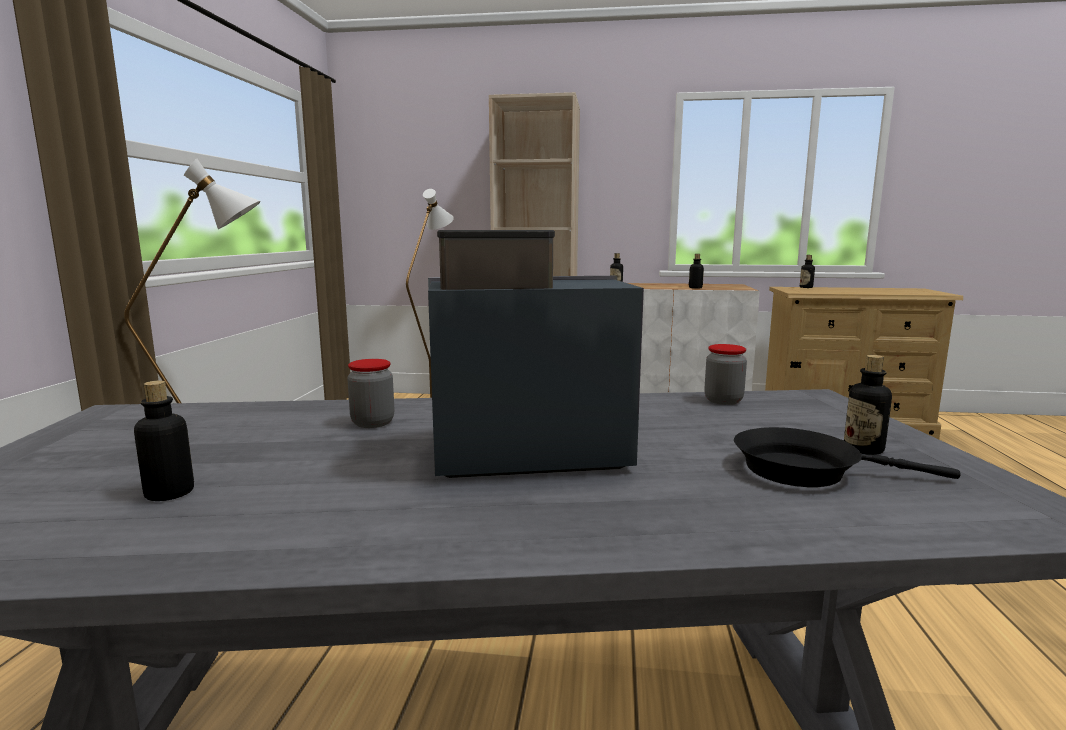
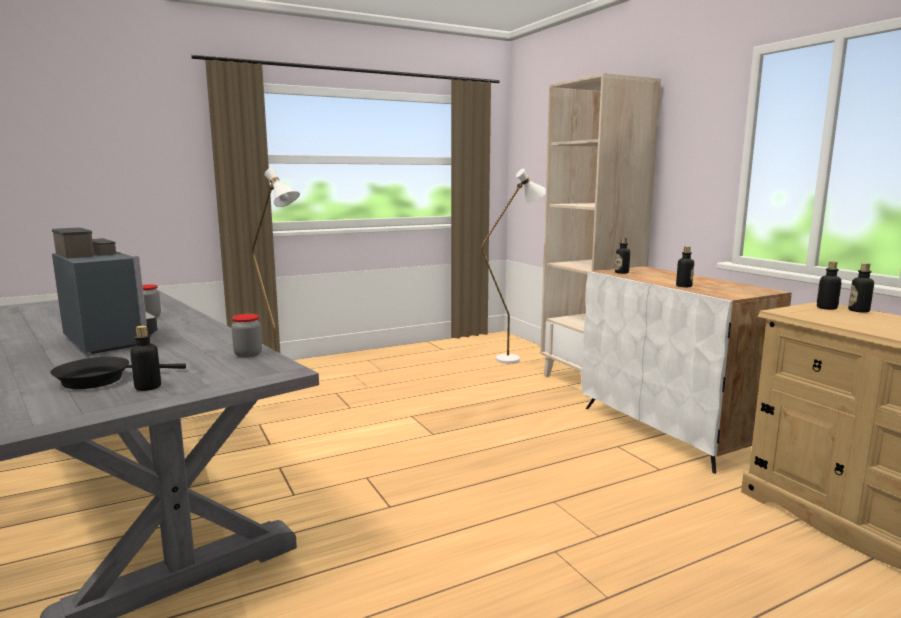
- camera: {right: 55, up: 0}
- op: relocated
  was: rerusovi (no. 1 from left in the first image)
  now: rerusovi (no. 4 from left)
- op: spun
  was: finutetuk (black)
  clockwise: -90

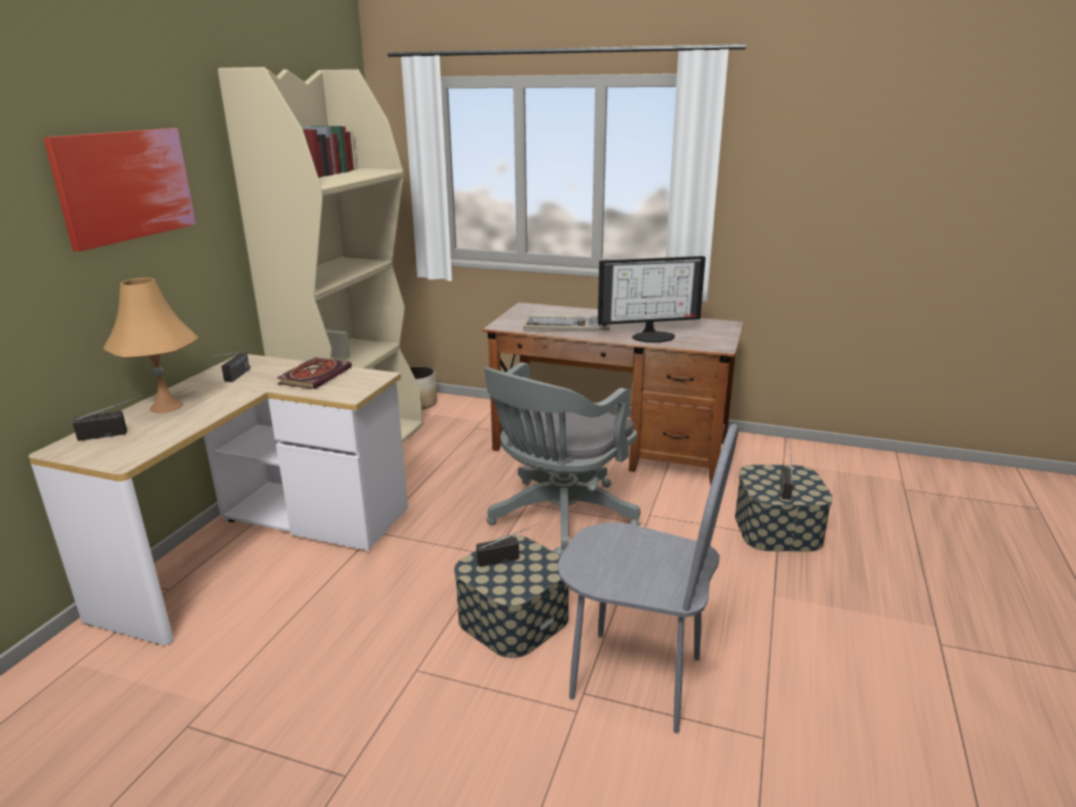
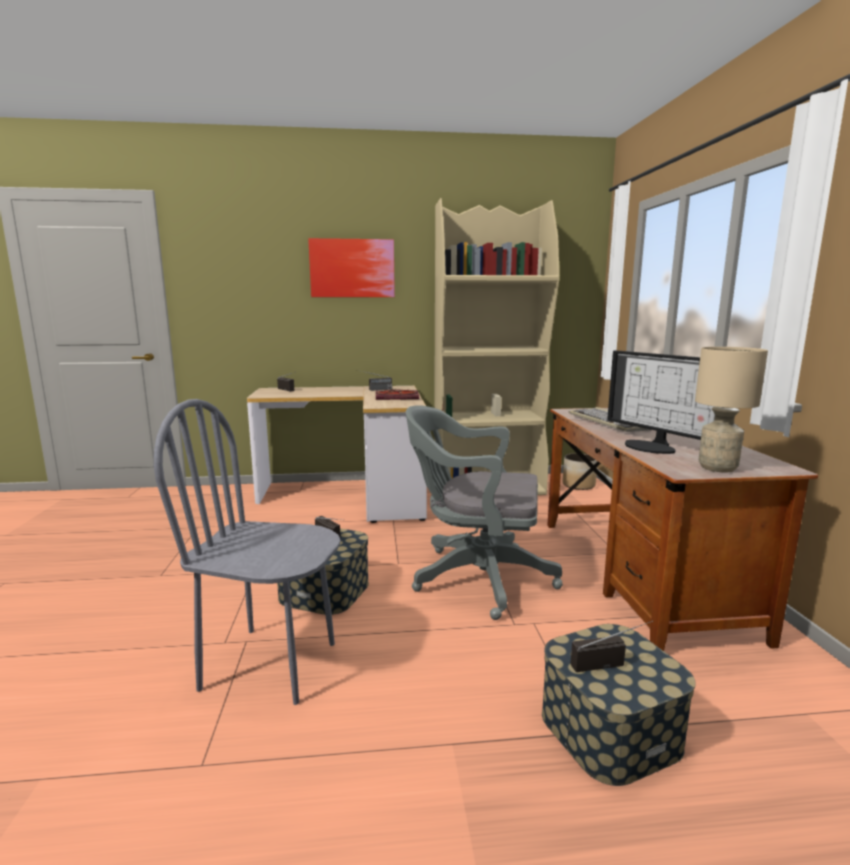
- camera: {right: 65, up: -10}
- op: missing
  was: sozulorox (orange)
- op: spun
  was: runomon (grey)
  clockwise: 105
- op: appeared
  now: sozulorox (beige)

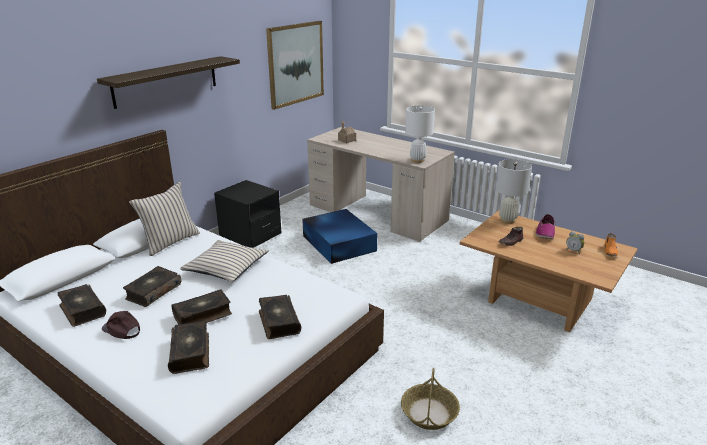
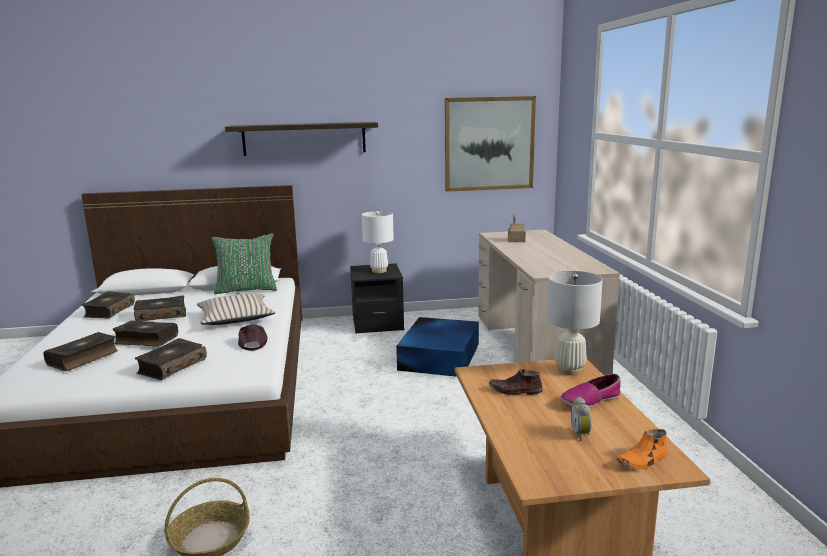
- camera: {right: 45, up: -10}
- op: relocated
  was: sozulorox (white) (no. 1 from left)
- op: colour
  was: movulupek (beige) (no. 1 from left)
  now: movulupek (green)
- op: relocated
  was: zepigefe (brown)

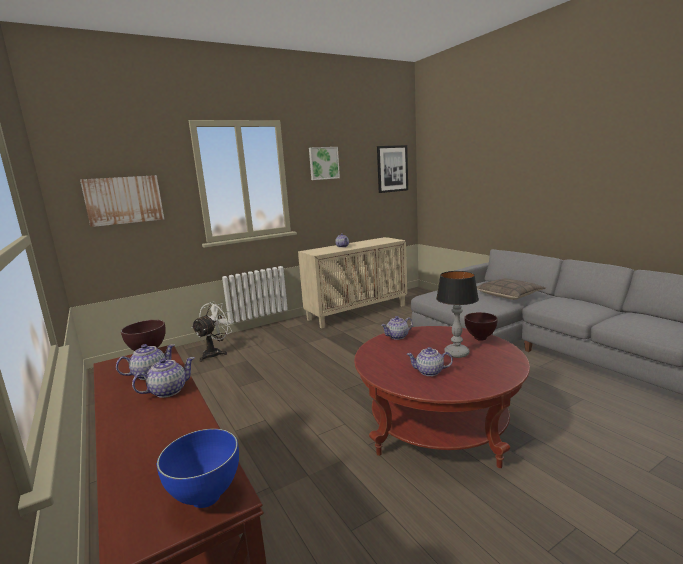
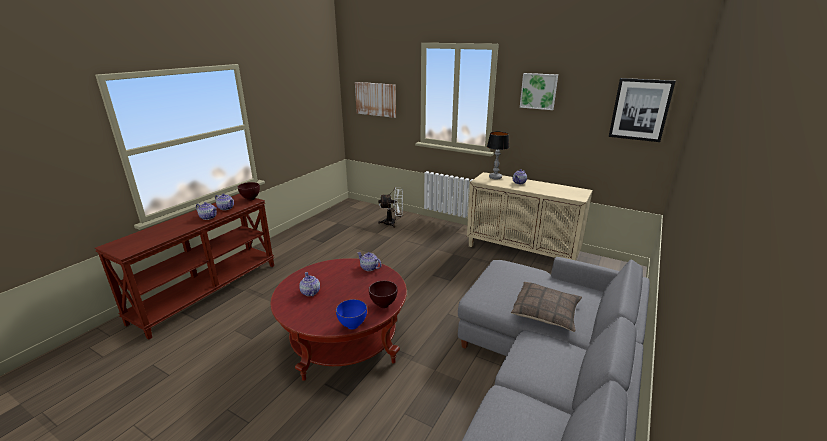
- camera: {right: 60, up: 10}
- op: relocated
  was: sozulorox
- op: relocated
  was: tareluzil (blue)

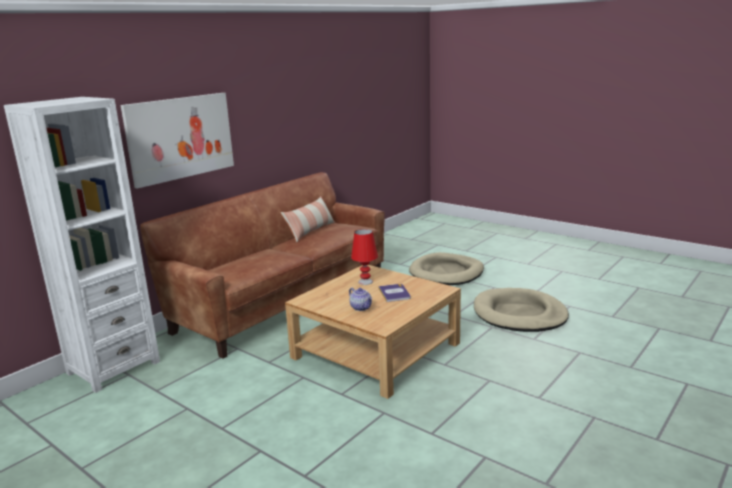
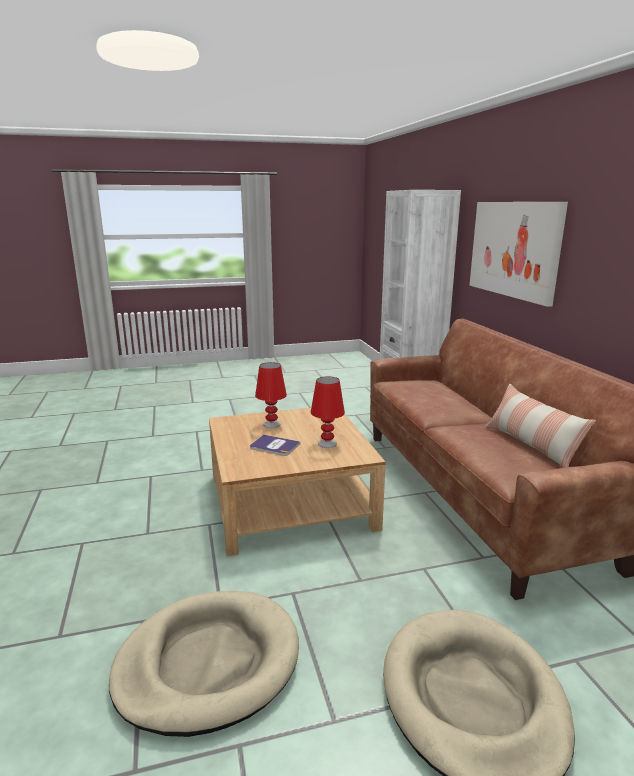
- camera: {right: 125, up: 0}
- op: exchanged
  was: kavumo
  now: sozulorox (red) (no. 1 from left)

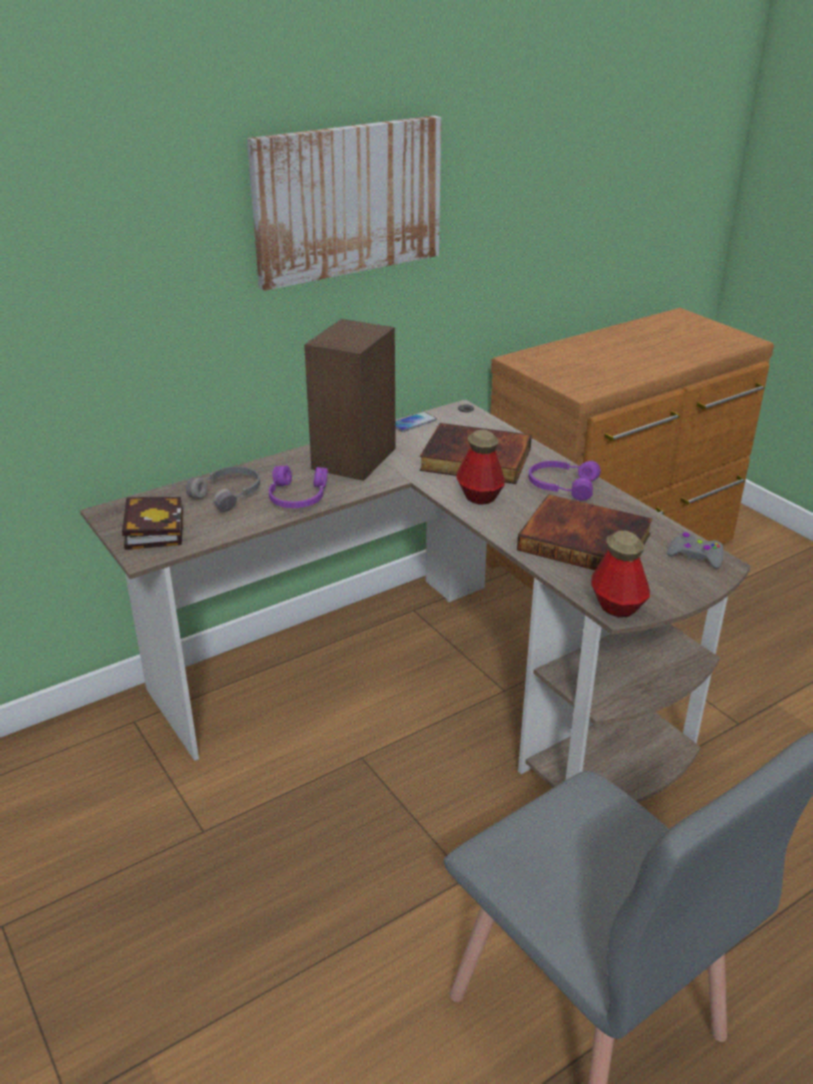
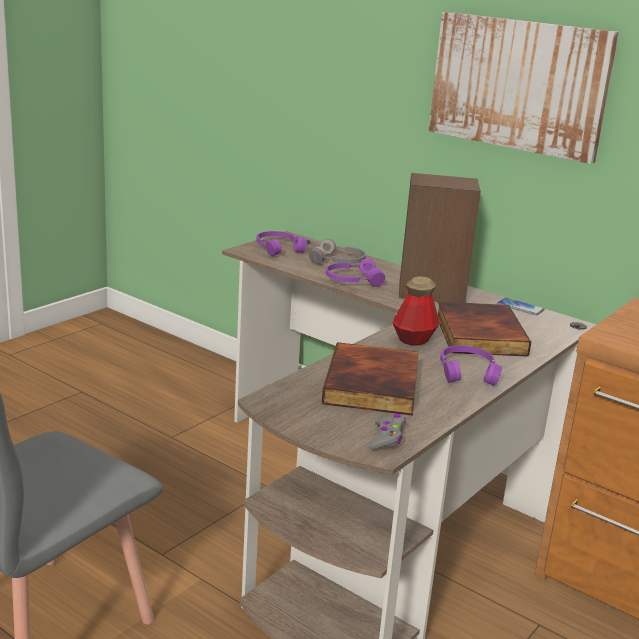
- camera: {right: 70, up: -10}
- op: exchanged
  was: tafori (no. 1 from left)
  now: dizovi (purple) (no. 1 from left)
- op: missing
  was: rerusovi (no. 2 from left)

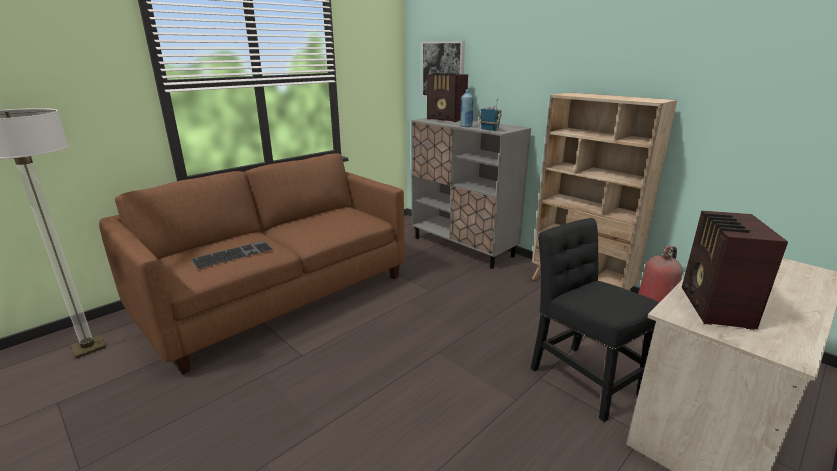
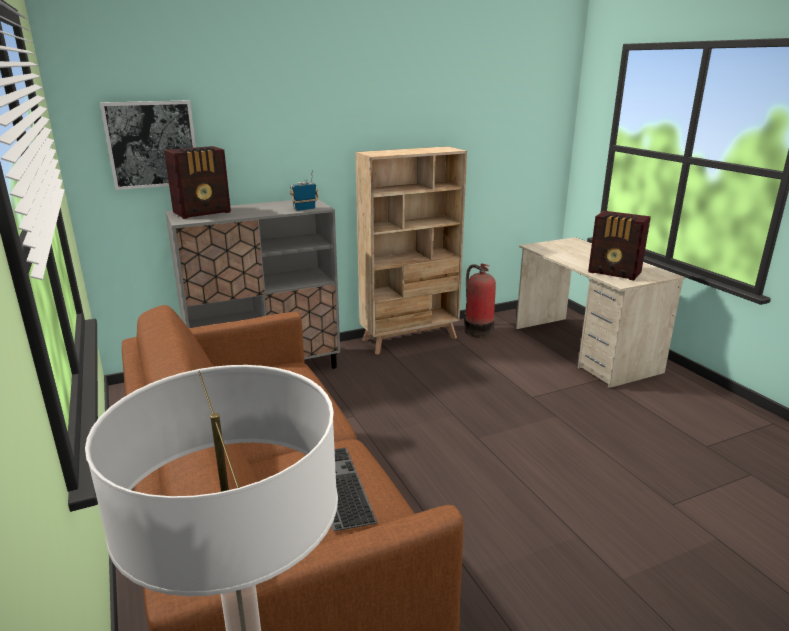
- camera: {right: -70, up: 0}
- op: missing
  was: rerusovi (blue)
- op: missing
  was: runomon (black)

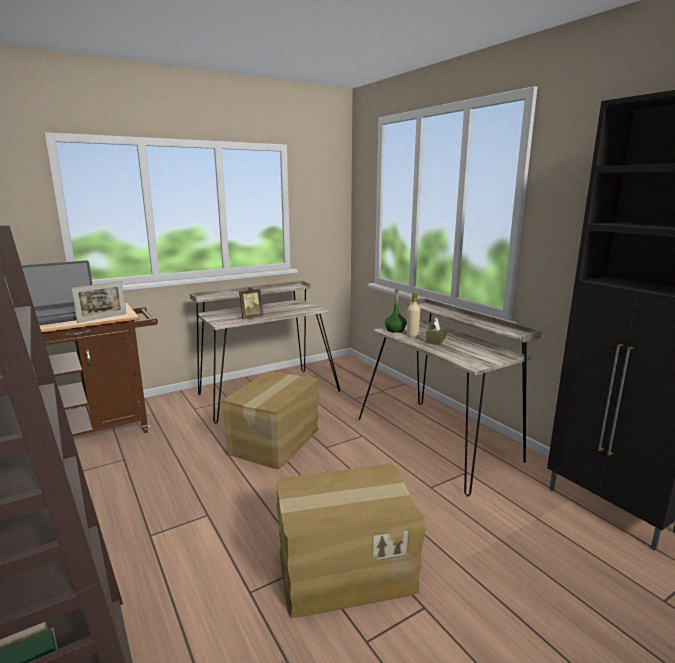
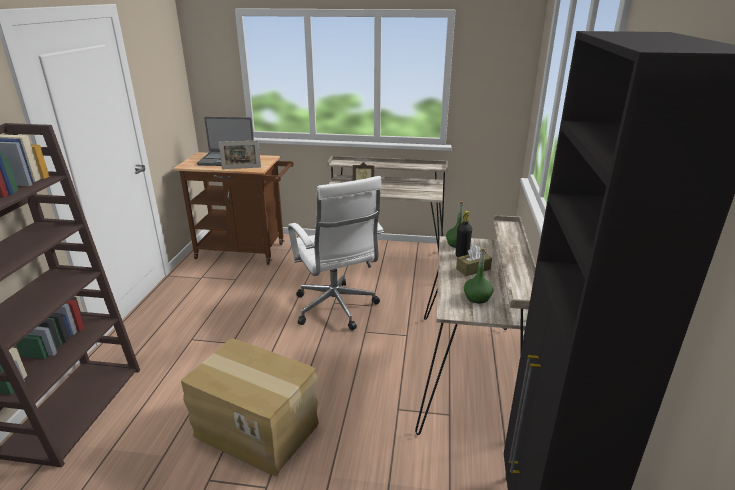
- camera: {right: 40, up: 10}
- op: colour
  was: rerusovi (beige)
  now: rerusovi (black)
- op: exchanged
  was: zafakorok (no. 1 from left)
  now: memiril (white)
- op: appeared
  now: rerusovi (green) (no. 2 from left)

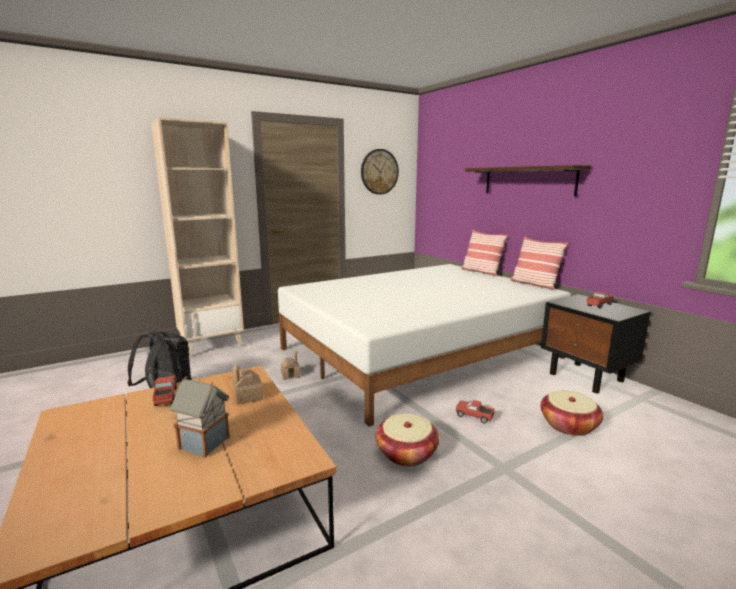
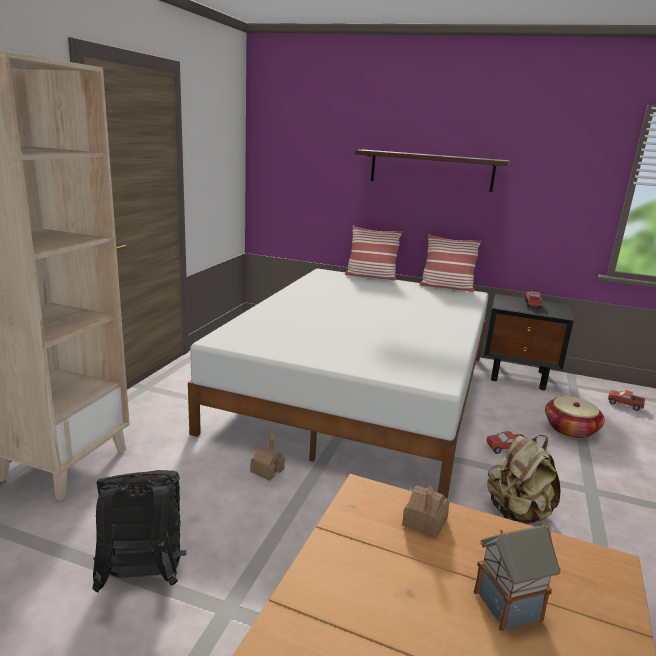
- camera: {right: -40, up: 5}
- op: missing
  was: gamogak
- op: relocated
  was: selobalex (no. 1 from left in the first image)
  now: selobalex (no. 3 from left)
- op: exchanged
  was: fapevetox (no. 1 from left)
  now: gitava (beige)

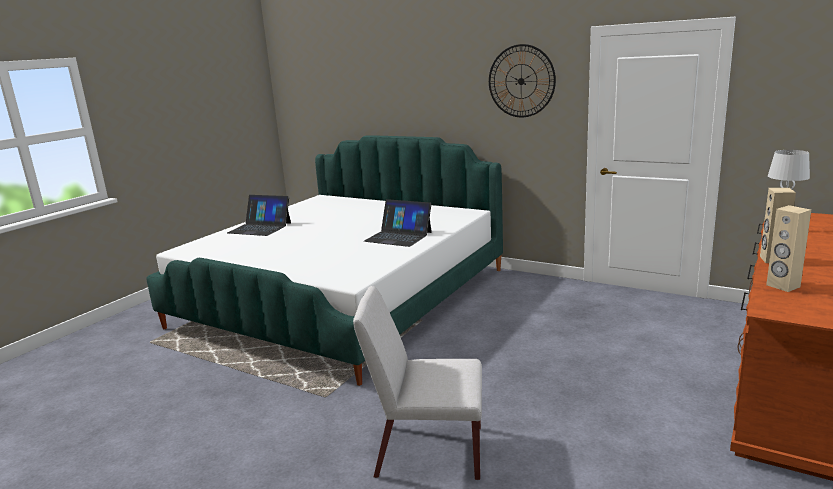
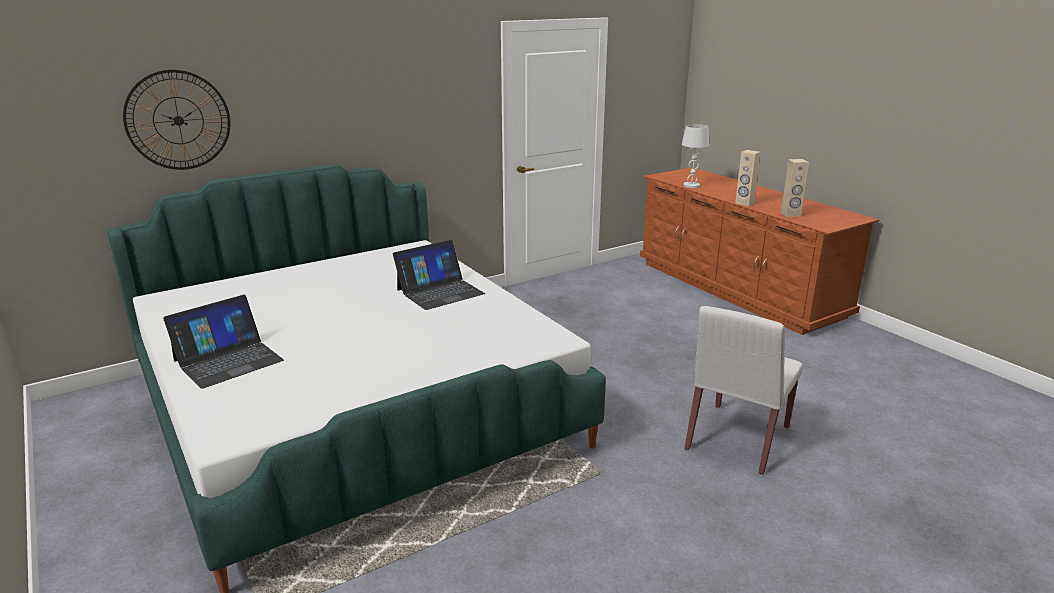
- camera: {right: -65, up: 5}
- op: relocated
  was: gamogak

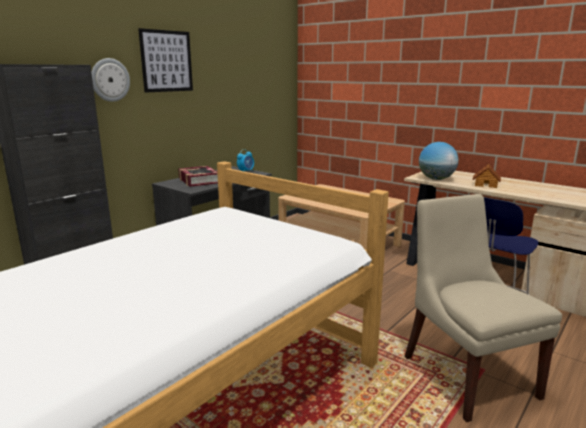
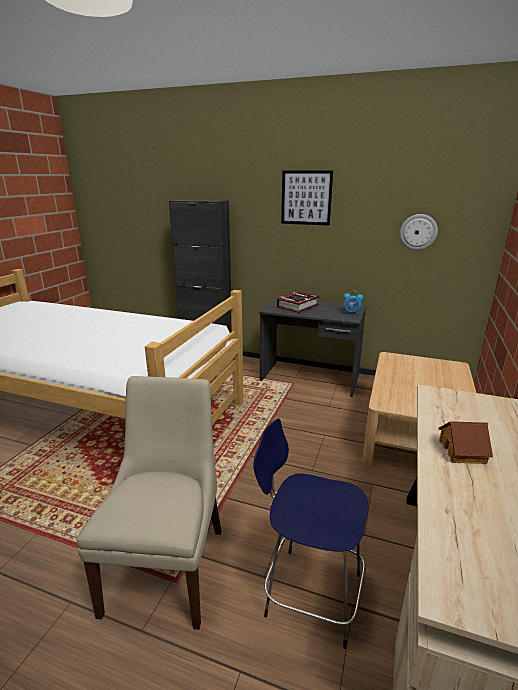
- camera: {right: 70, up: 5}
- op: relocated
  was: gamogak
- op: missing
  was: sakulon
- op: spun
  was: runomon (beige)
  clockwise: -45

